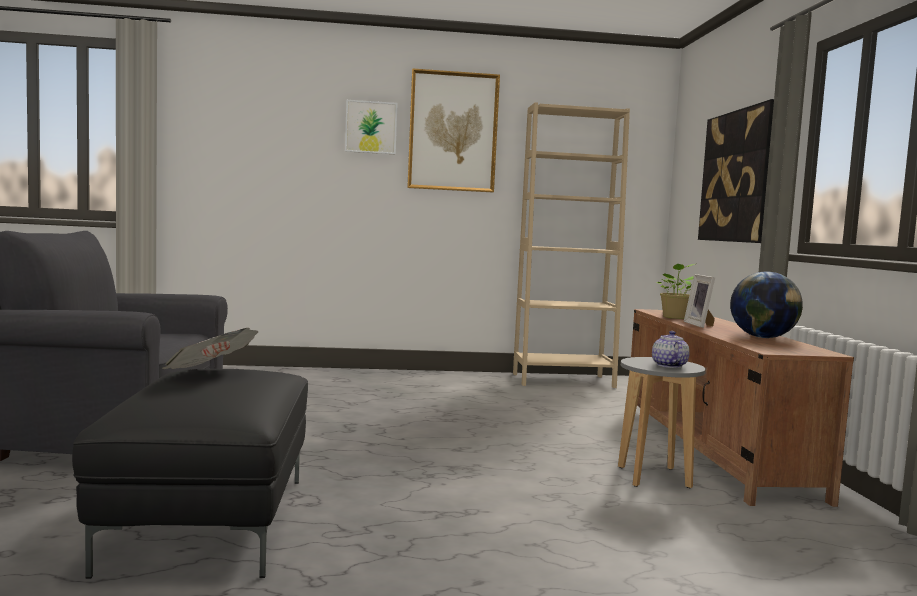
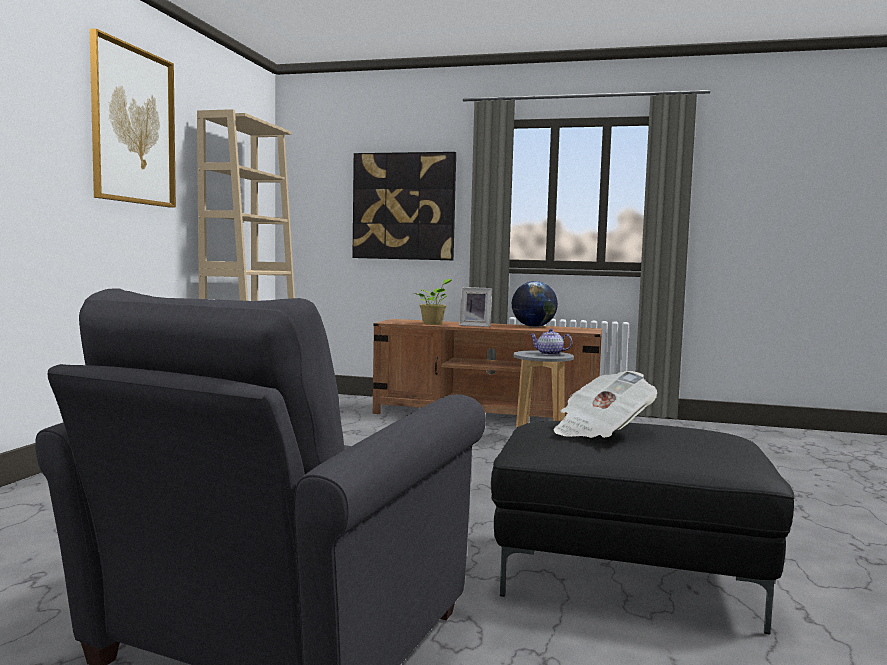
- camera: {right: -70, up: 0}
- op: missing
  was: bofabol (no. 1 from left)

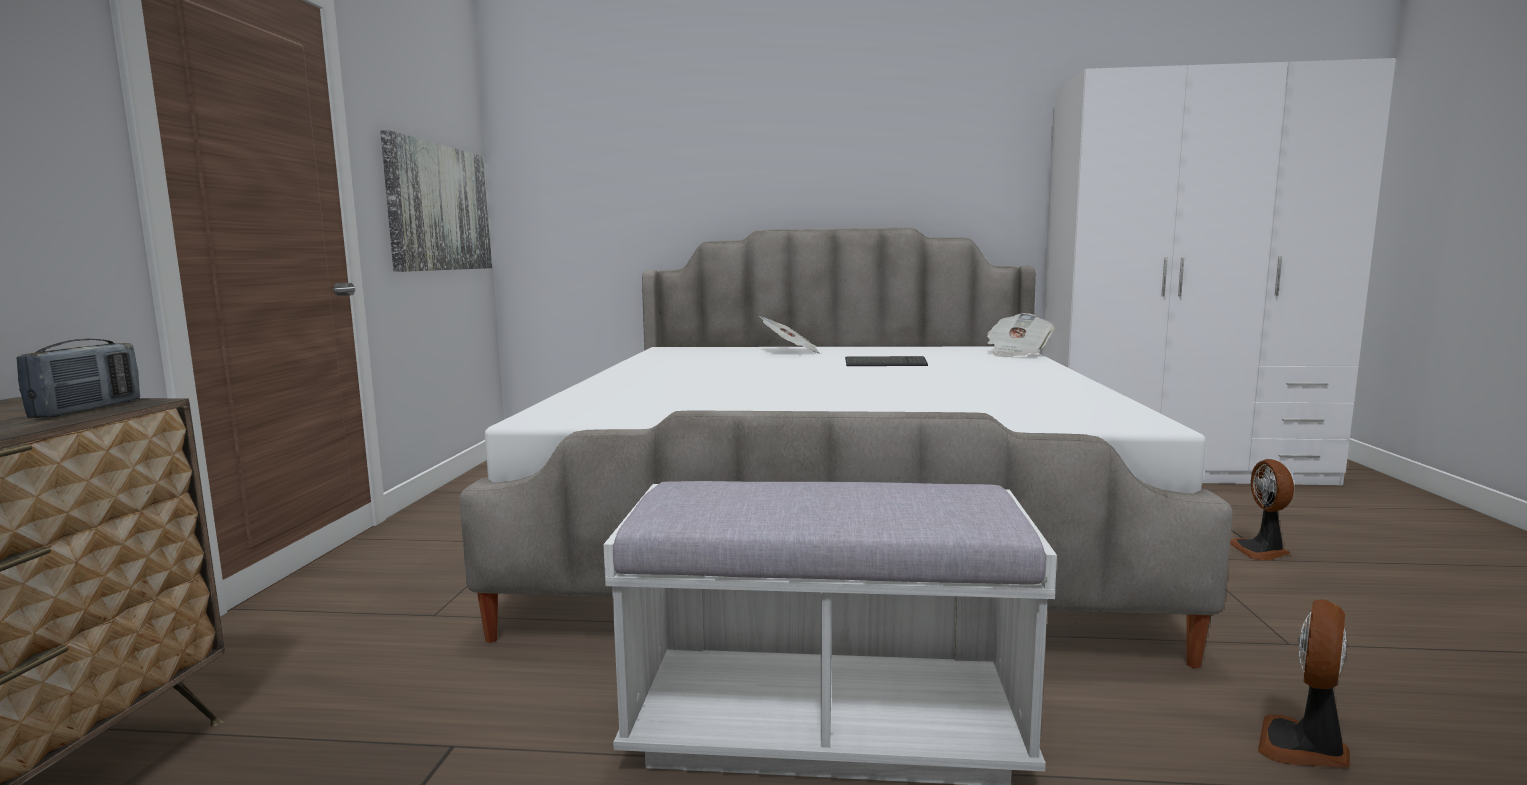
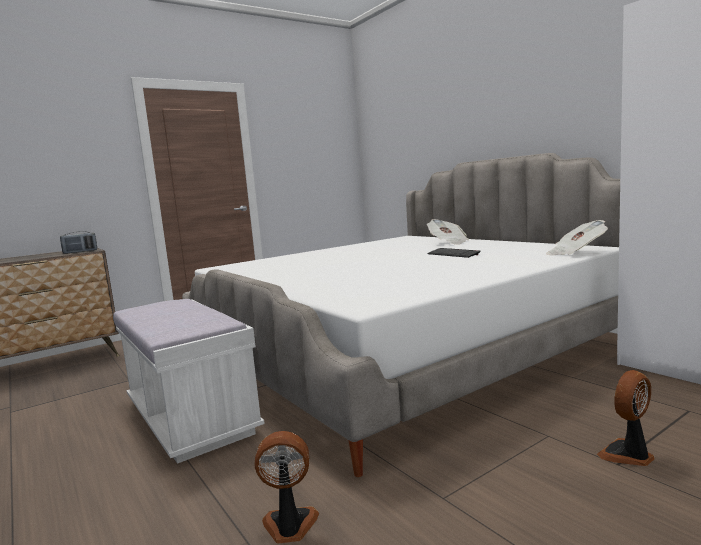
- camera: {right: 50, up: 0}
- op: missing
  was: bofabol

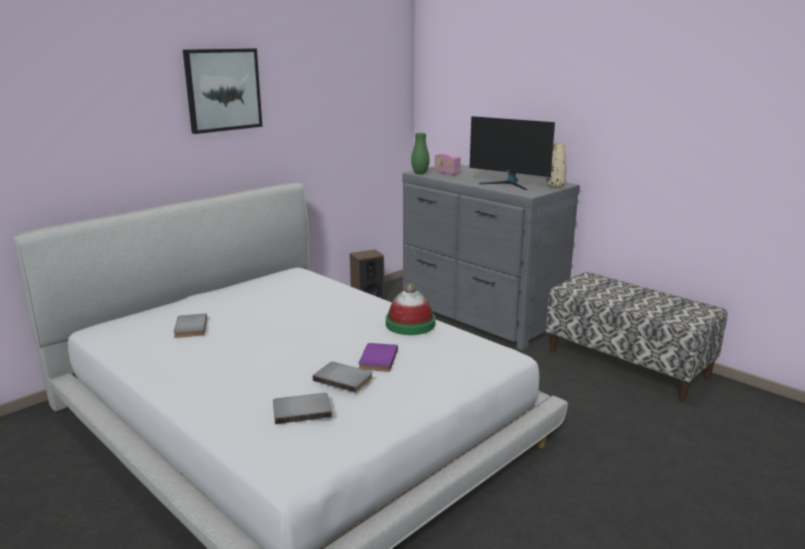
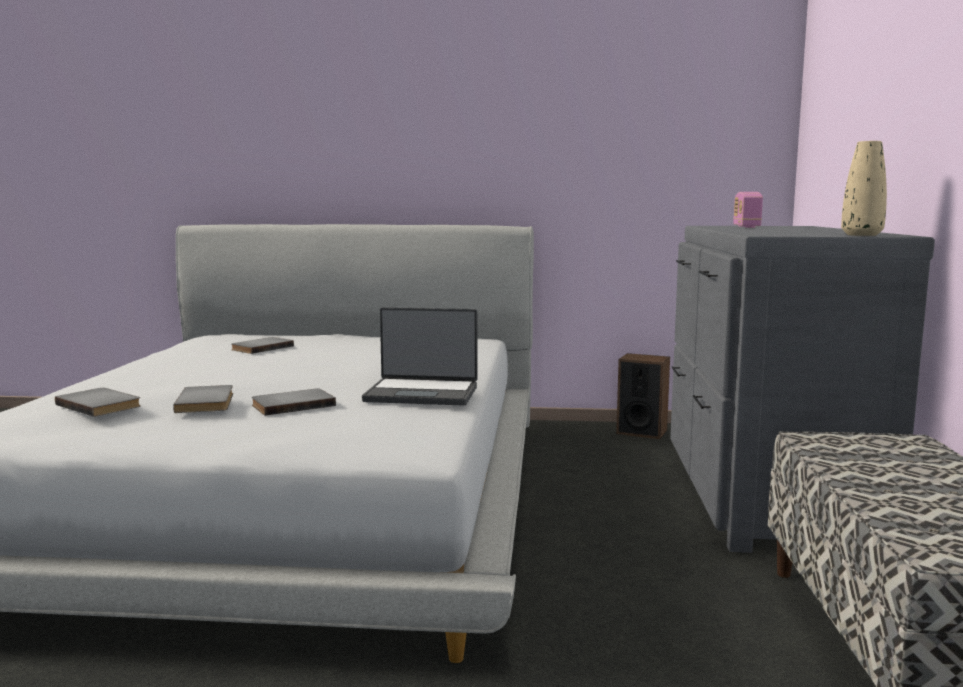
- camera: {right: 50, up: -10}
- op: missing
  was: bofabol
- op: missing
  was: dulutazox
- op: missing
  was: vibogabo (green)
- op: exchanged
  was: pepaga
  now: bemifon
- op: colour
  was: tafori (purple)
  now: tafori (grey) (no. 4 from left)

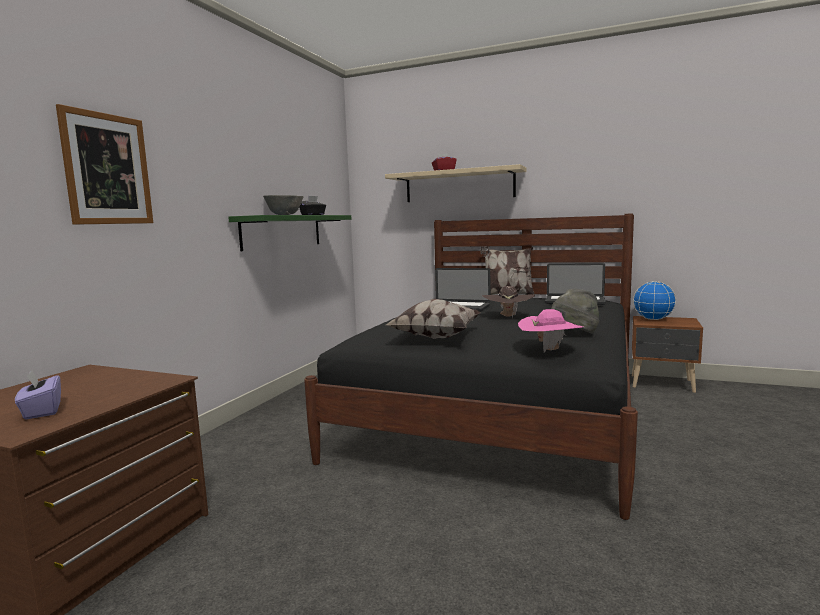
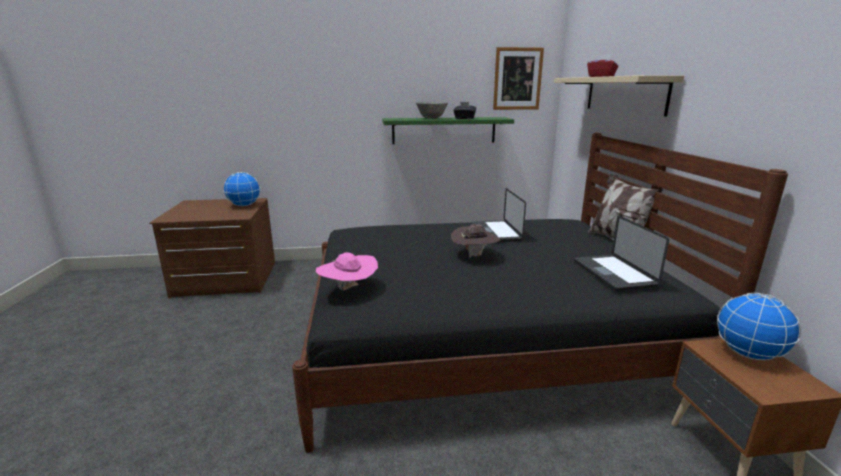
- camera: {right: 60, up: 10}
- op: relocated
  was: bofabol
- op: missing
  was: pepaga (grey)
- op: missing
  was: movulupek (no. 1 from left)
- op: missing
  was: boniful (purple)
- op: appeared
  now: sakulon (no. 1 from left)

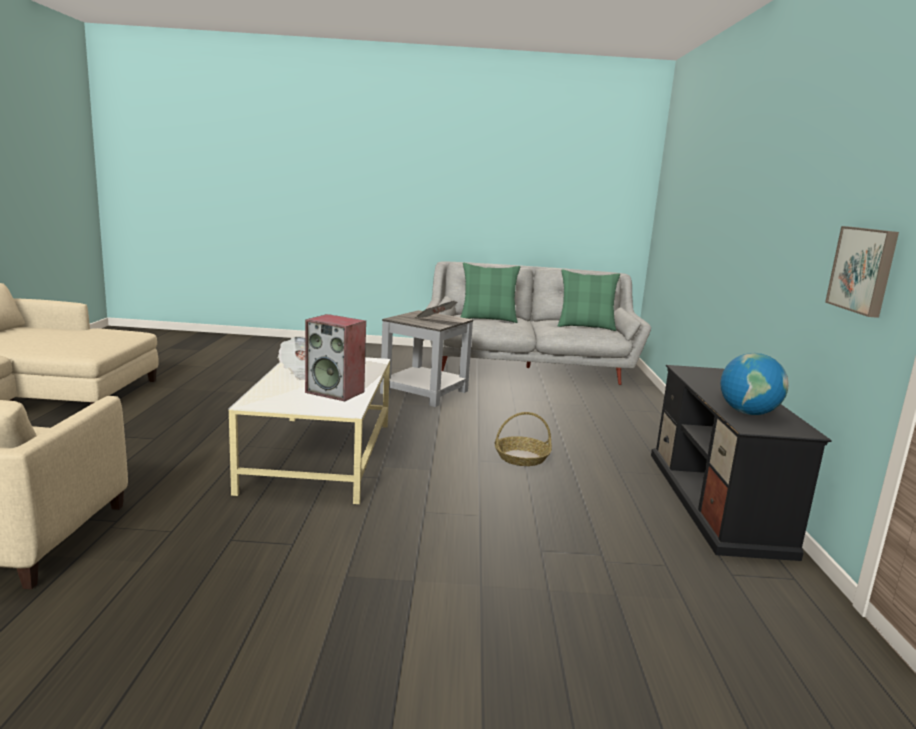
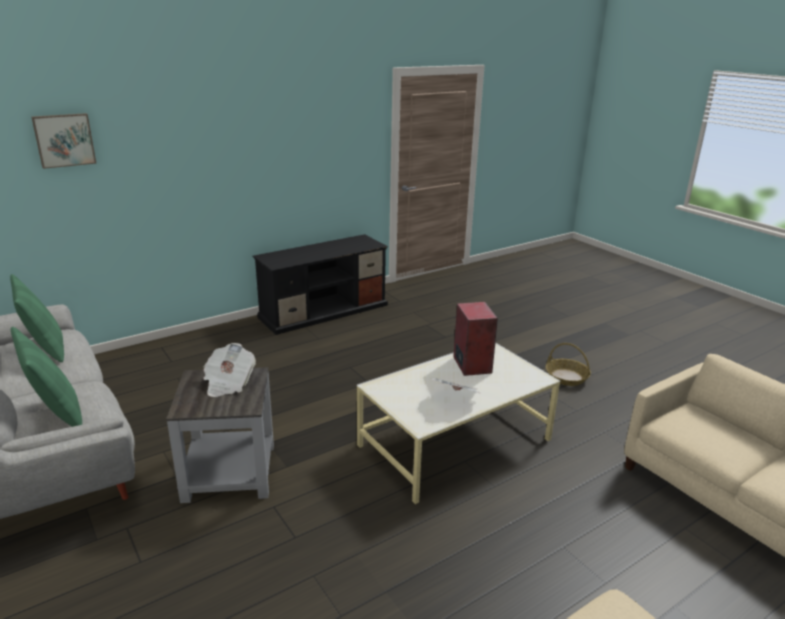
- camera: {right: -125, up: 10}
- op: relocated
  was: bofabol
- op: missing
  was: sakulon
- op: relocated
  was: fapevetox

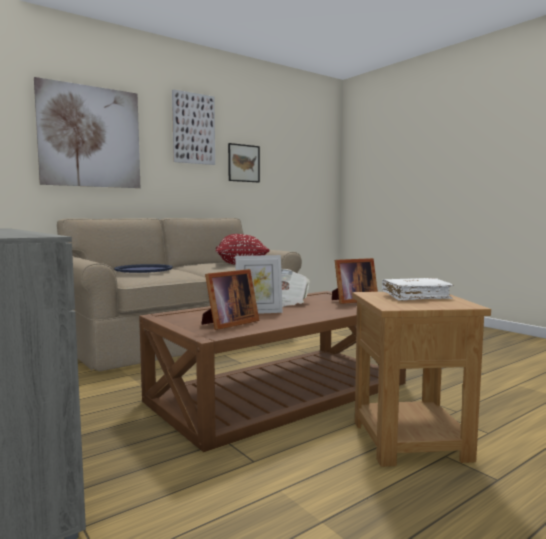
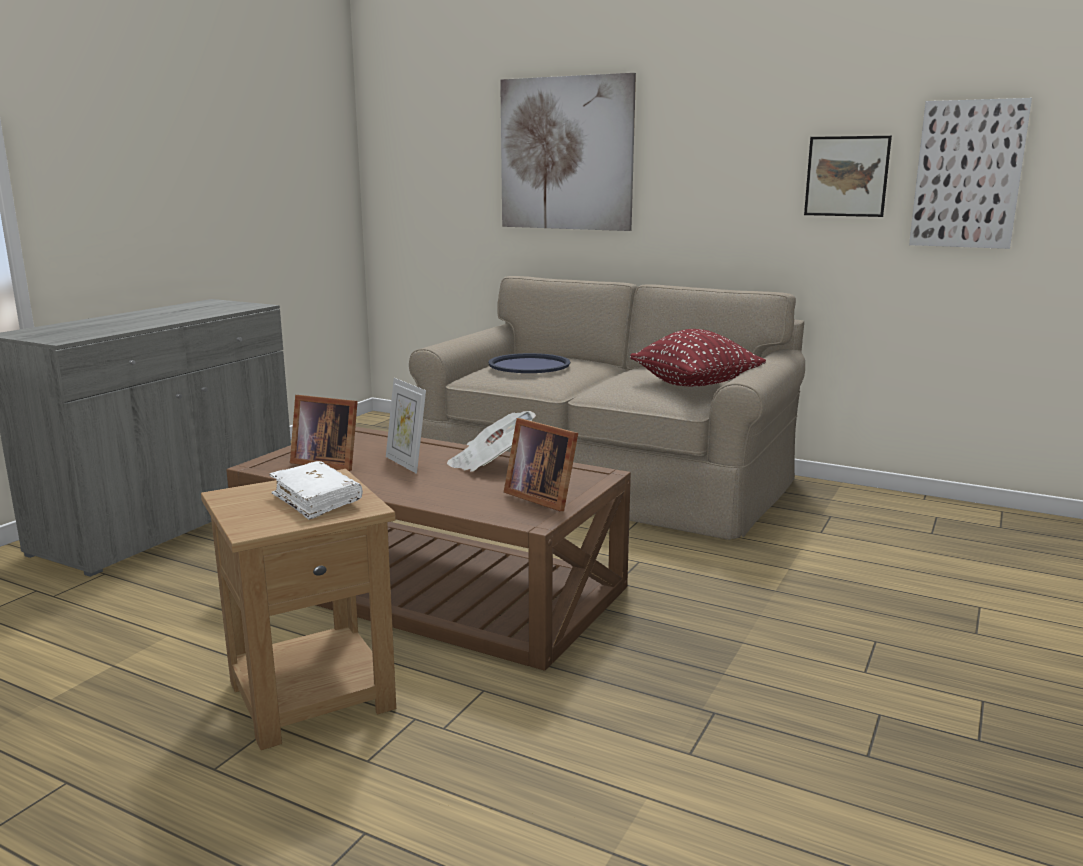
- camera: {right: 65, up: 10}
- op: relocated
  was: bofabol (no. 2 from left in the first image)
  now: bofabol (no. 3 from left)

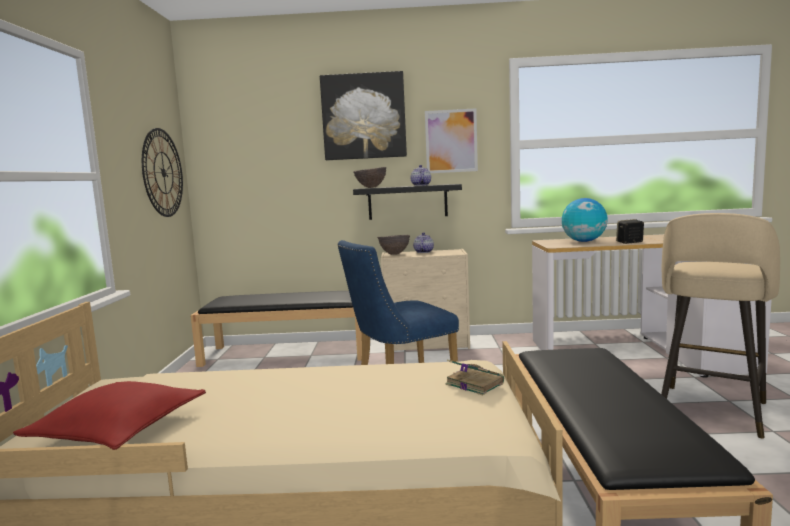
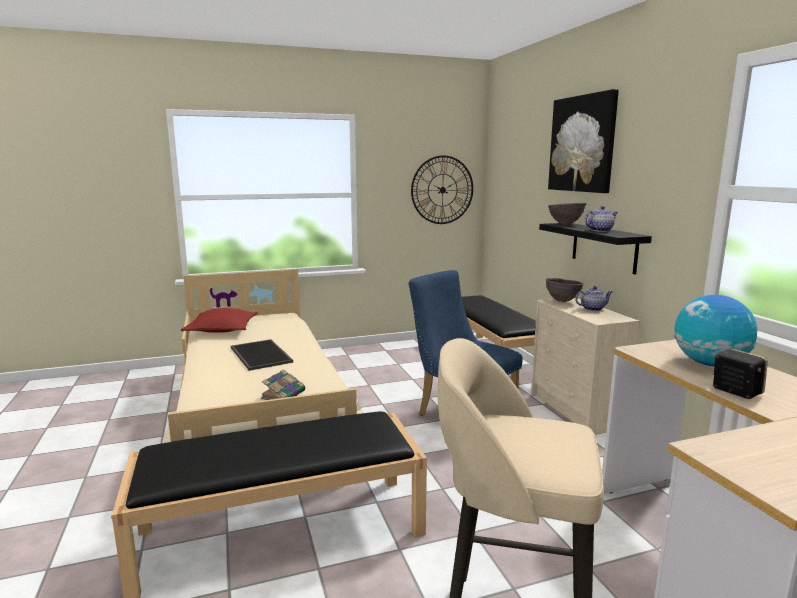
- camera: {right: 70, up: 5}
- op: missing
  was: bofabol (no. 2 from left)
- op: appeared
  now: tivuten

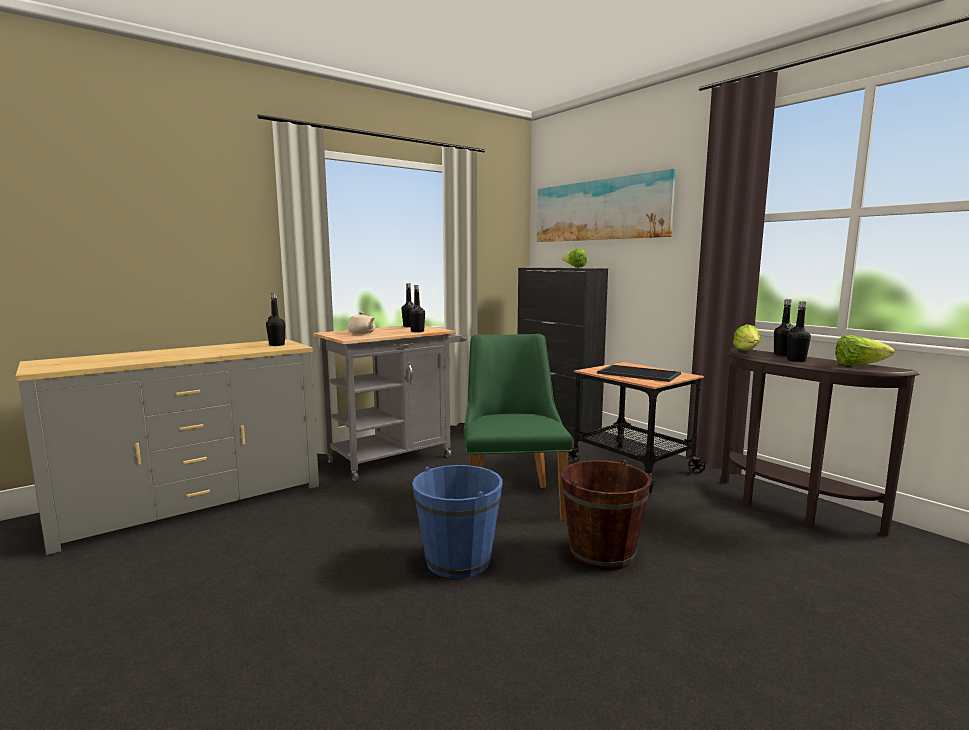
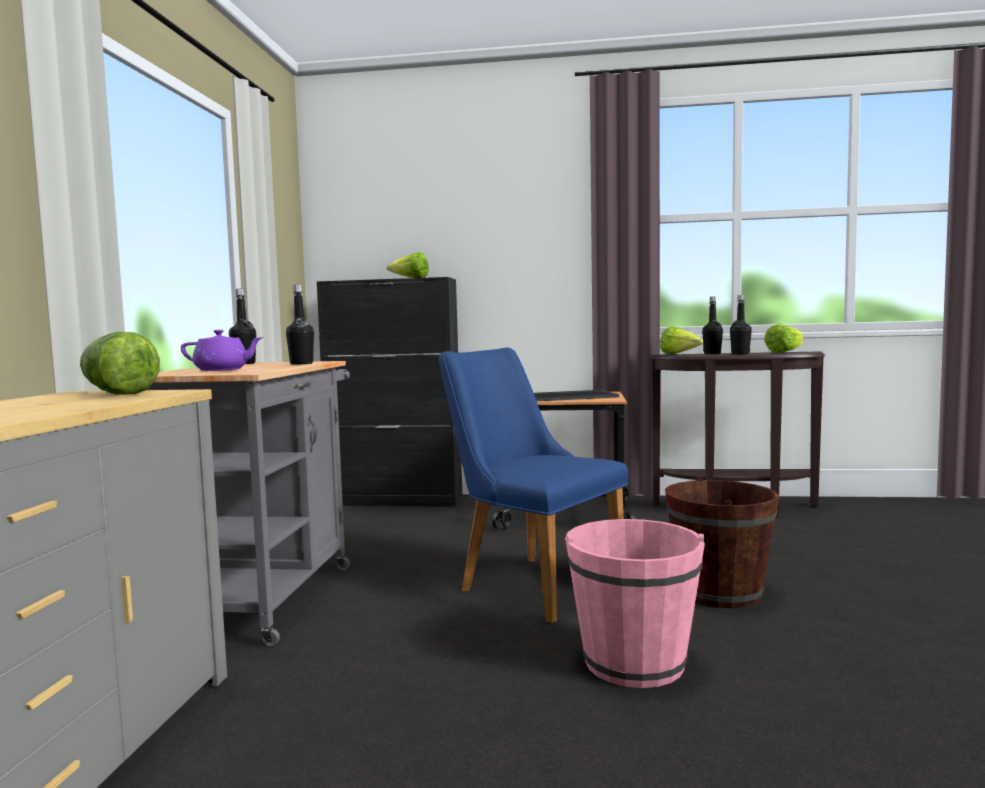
- camera: {right: -45, up: -5}
- op: missing
  was: bofabol
- op: exchanged
  was: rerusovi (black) (no. 1 from left)
  now: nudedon (no. 1 from left)
- op: colour
  was: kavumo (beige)
  now: kavumo (purple)
- op: colour
  was: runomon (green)
  now: runomon (blue)
- op: colour
  was: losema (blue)
  now: losema (pink)

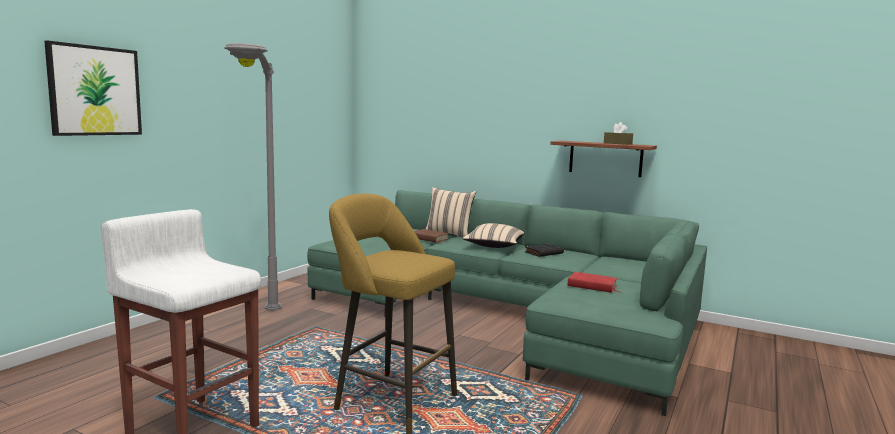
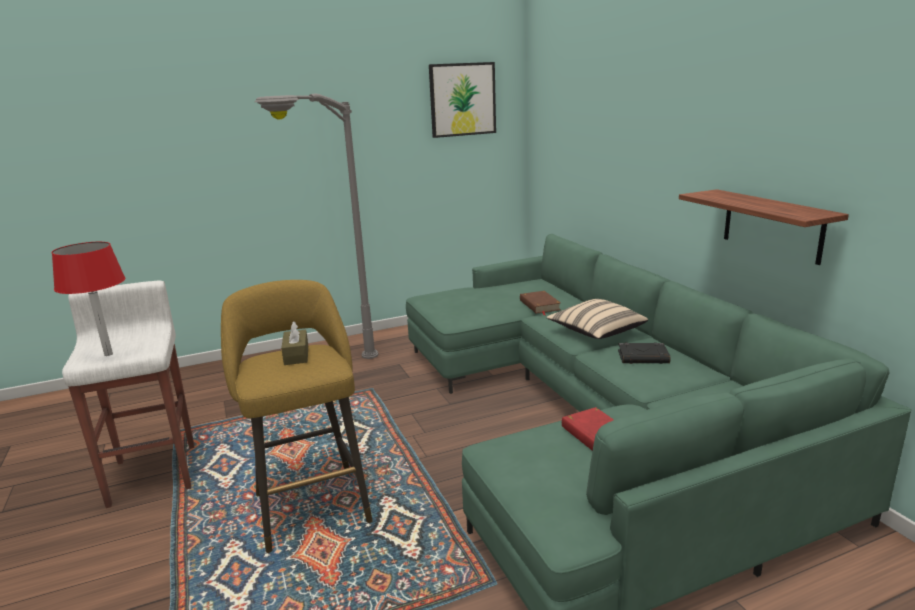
- camera: {right: 40, up: 10}
- op: relocated
  was: bofabol
- op: relocated
  was: boniful (brown)
- op: missing
  was: movulupek (beige) (no. 1 from left)
- op: appeared
  now: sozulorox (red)

